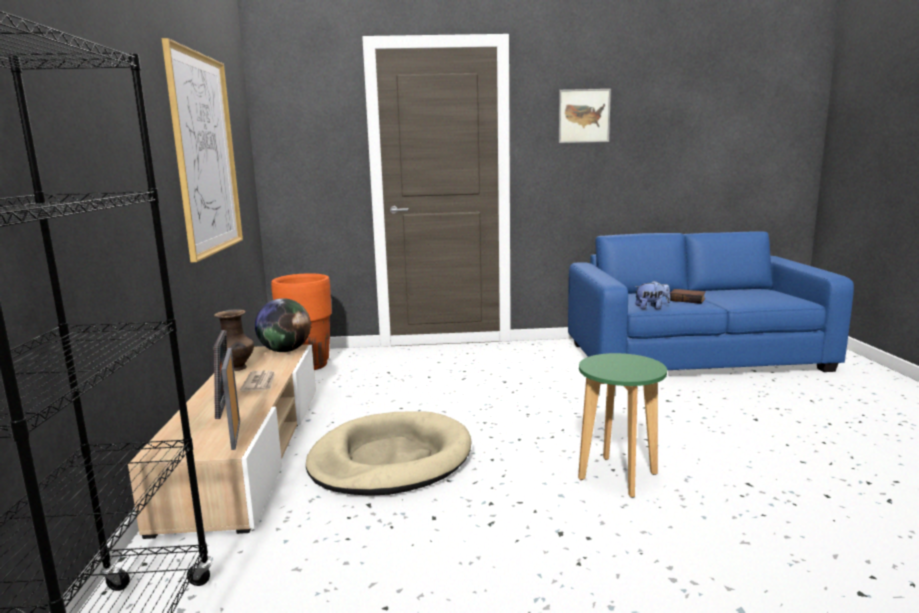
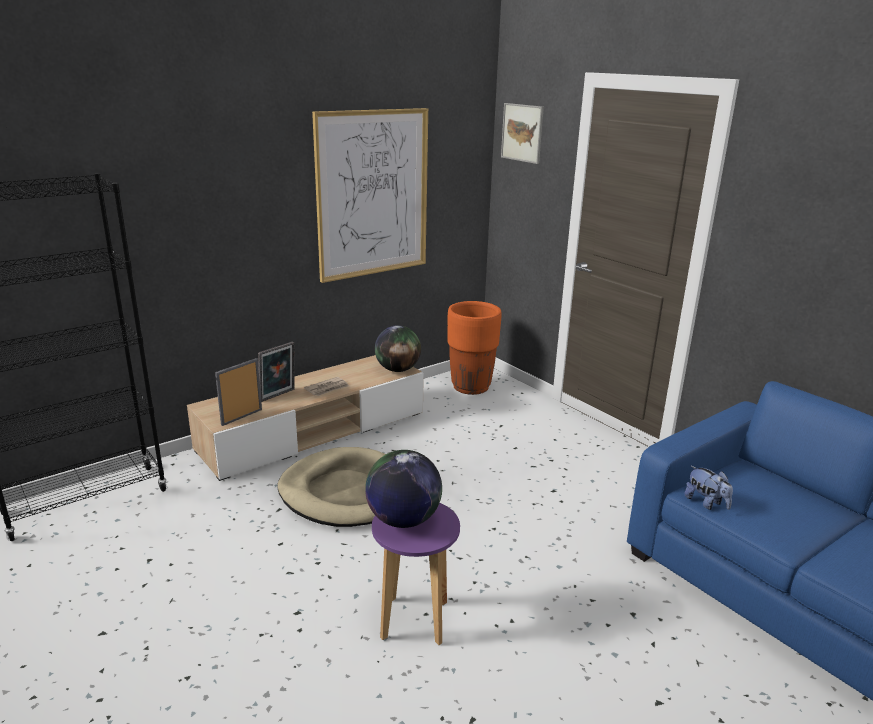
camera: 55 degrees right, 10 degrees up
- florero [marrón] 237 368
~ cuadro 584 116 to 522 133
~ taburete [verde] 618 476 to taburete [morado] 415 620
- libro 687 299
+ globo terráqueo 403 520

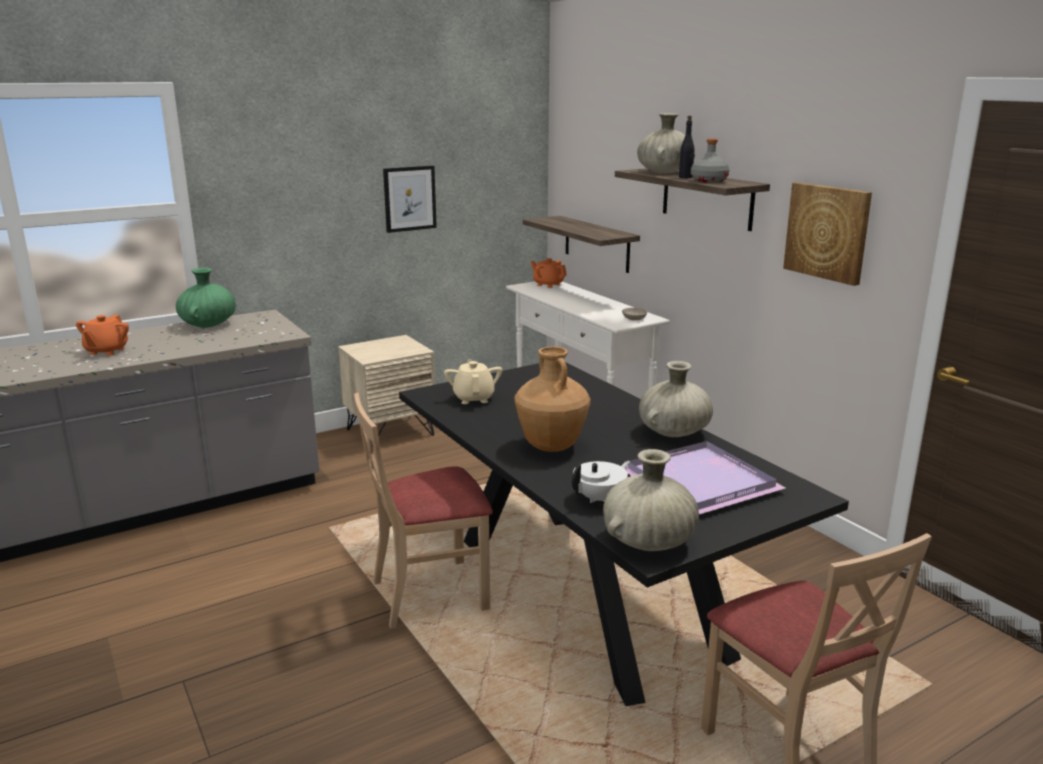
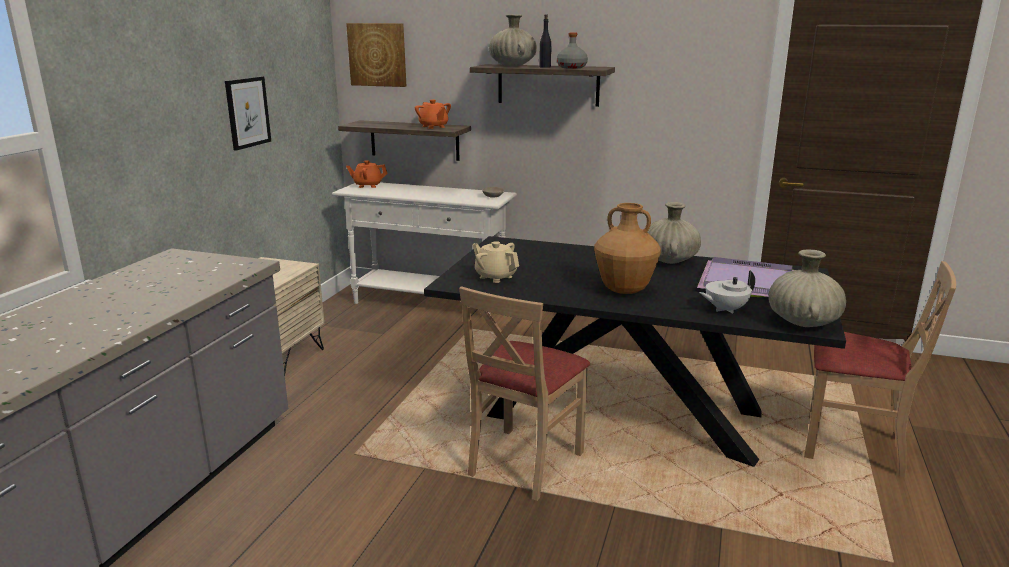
camera: 40 degrees left, 0 degrees up
~ tetera [naranja] 106 351 to 433 127
- florero [verde] 209 325
~ tetera [blanco] 600 498 = 725 309 120 degrees counterclockwise
~ cuadro 827 232 to 377 54

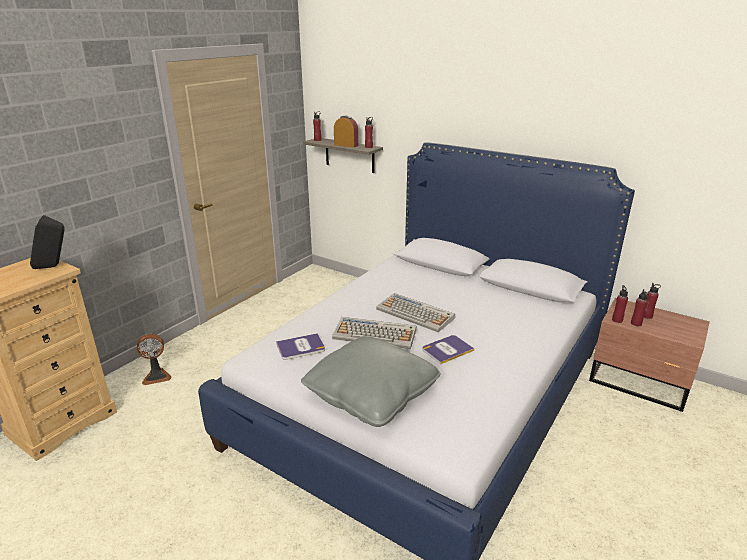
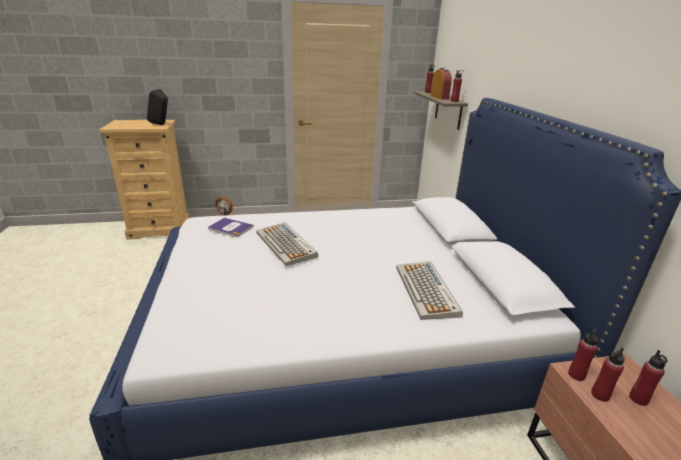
camera: 45 degrees right, 0 degrees up
- cojín [gris] 371 394
~ teclado 416 313 to 427 291
- libro 447 350

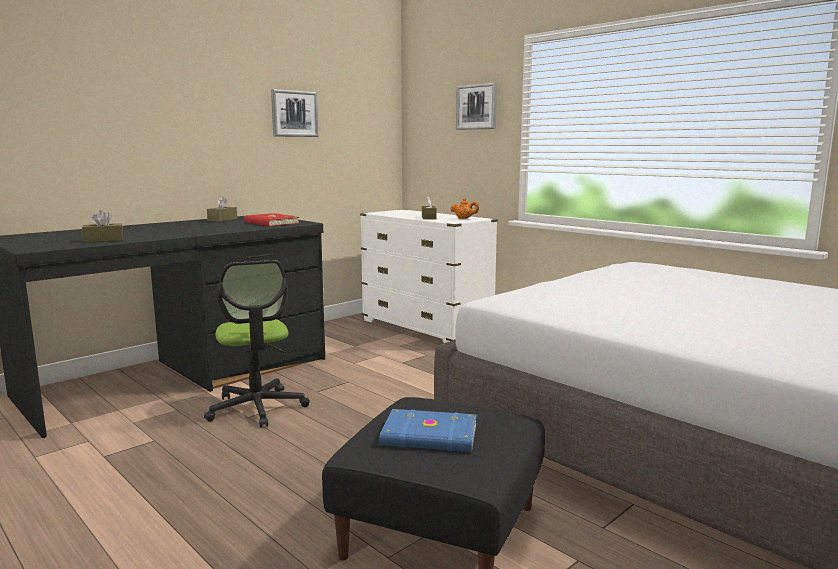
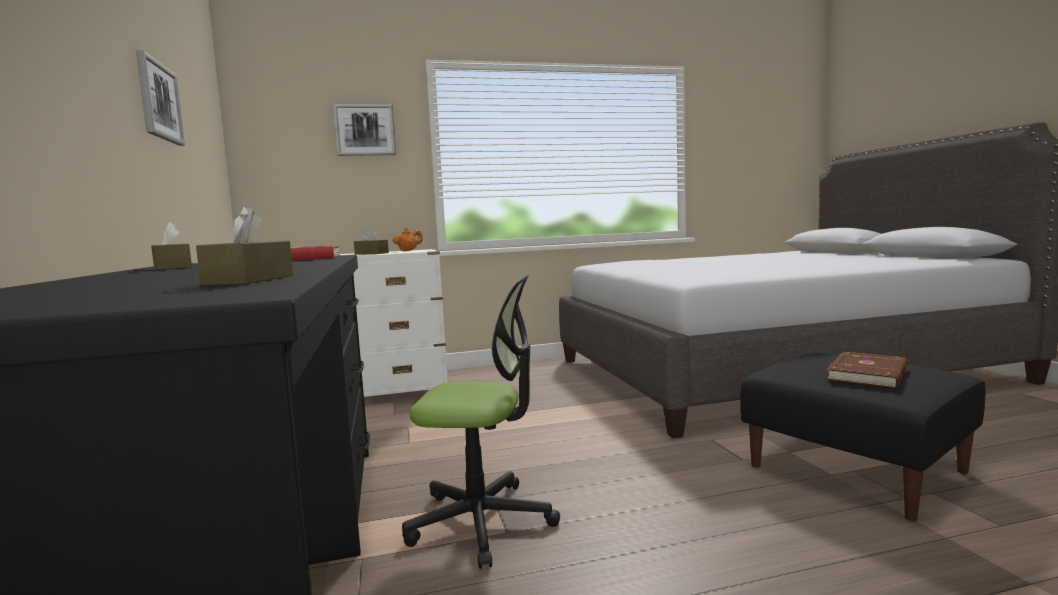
camera: 60 degrees left, 5 degrees down
~ libro [azul] 430 436 to libro [marrón] 869 374

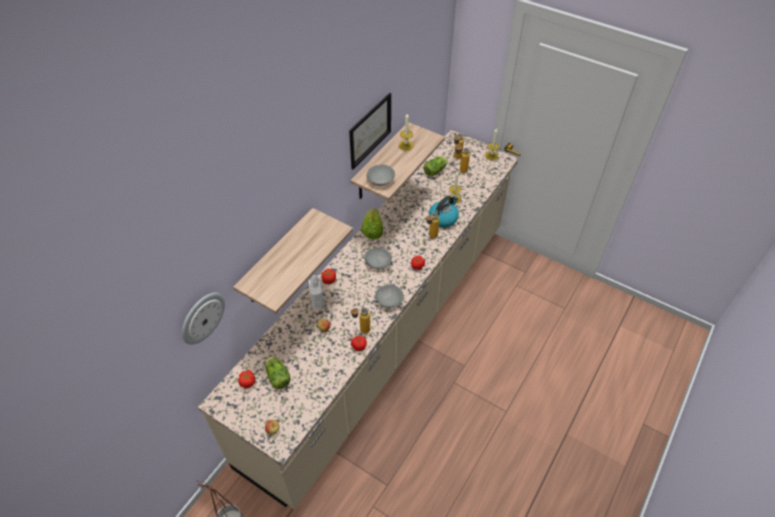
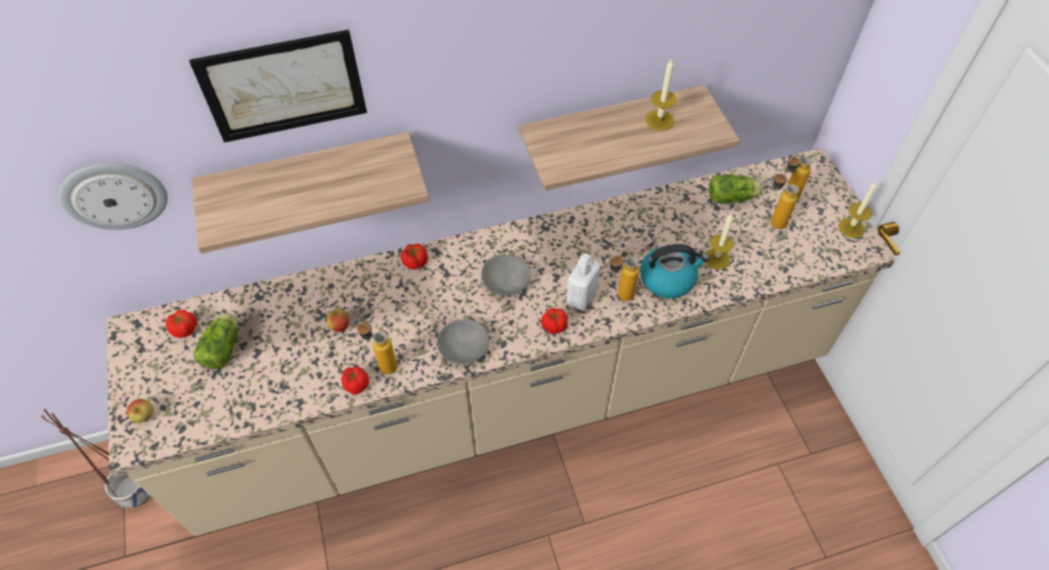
camera: 40 degrees right, 5 degrees up
~ botella [blanco] 317 301 to 581 297
~ cuadro 370 130 to 284 86
- lechuga 372 231
- cuenco [gris] 380 180

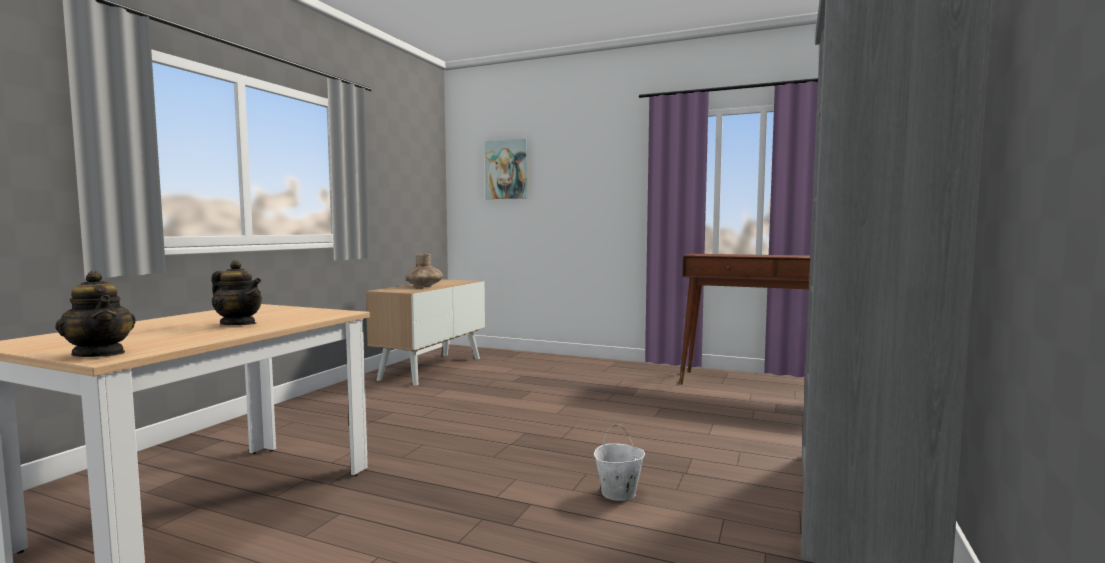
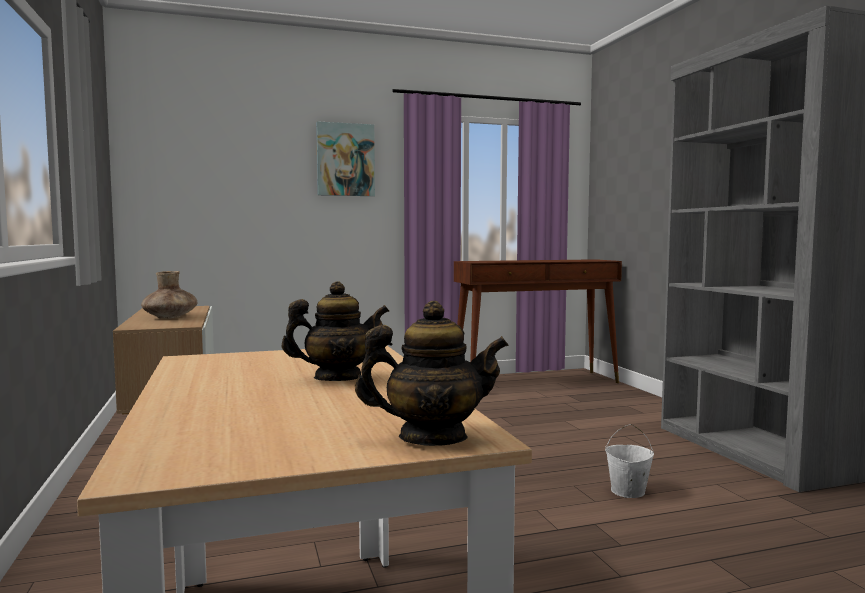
camera: 40 degrees left, 0 degrees up
~ cuadro 507 169 to 345 160

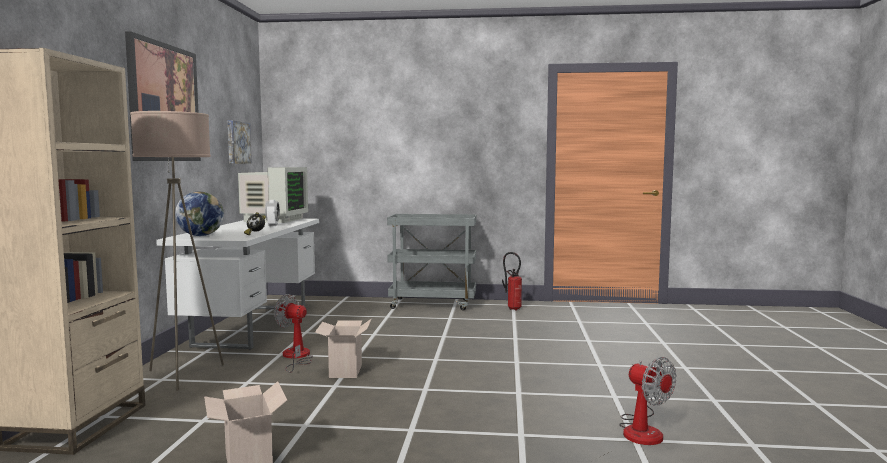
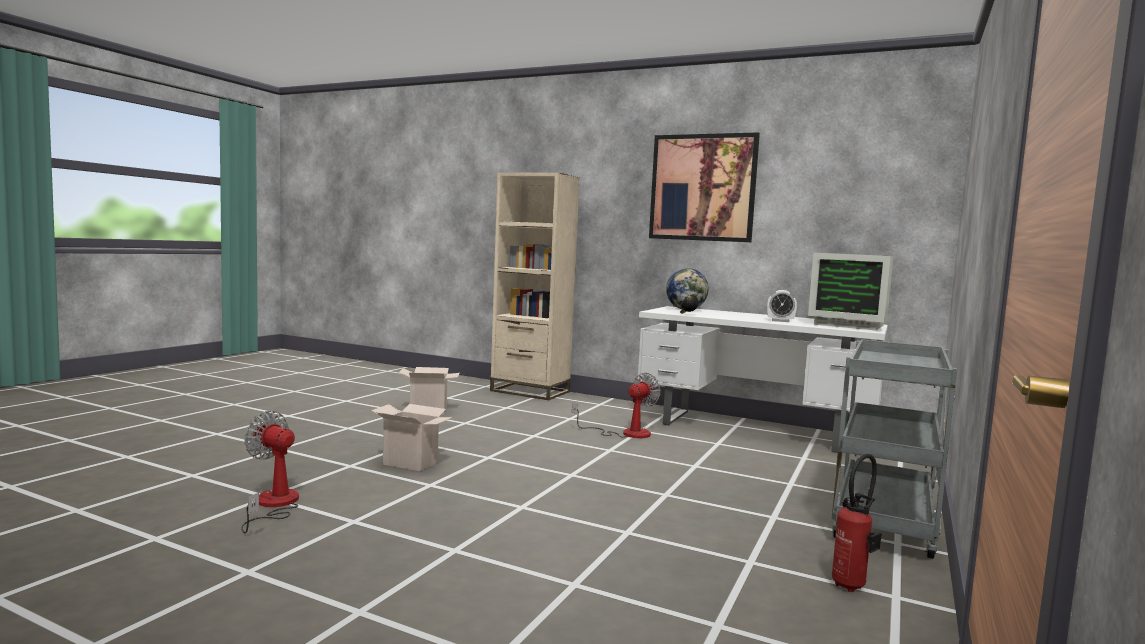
camera: 110 degrees right, 0 degrees up
- lámpara de pie [beis] 183 375
- cuadro 237 142
~ caja de cartón 344 370 to 412 463
~ ventilador 642 429 = 273 505 45 degrees clockwise

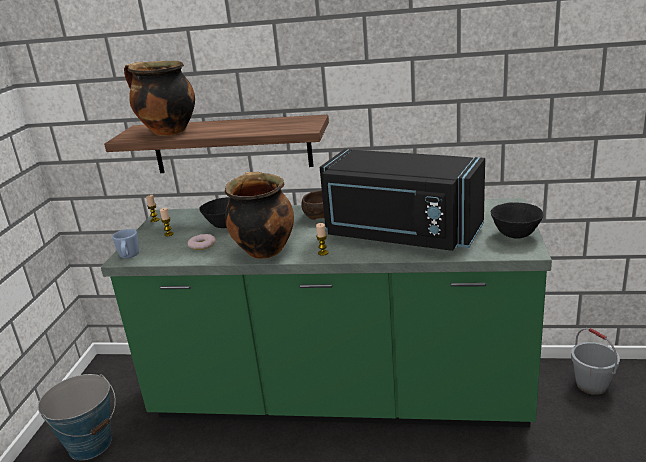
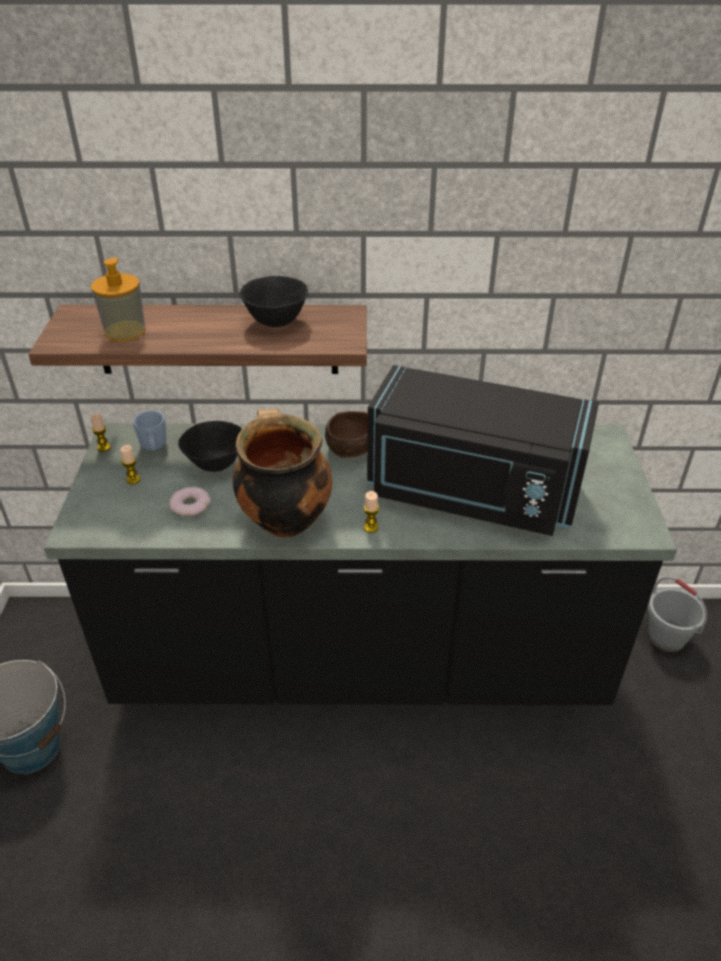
camera: 10 degrees left, 15 degrees up
~ mueble bajo de cocina [verde] 339 397 to mueble bajo de cocina [negro] 360 663
~ taza grande [azul] 129 257 to 154 447
~ olla 167 132 to dispensador de jabón 125 331
~ cuenco [negro] 516 235 to 276 322

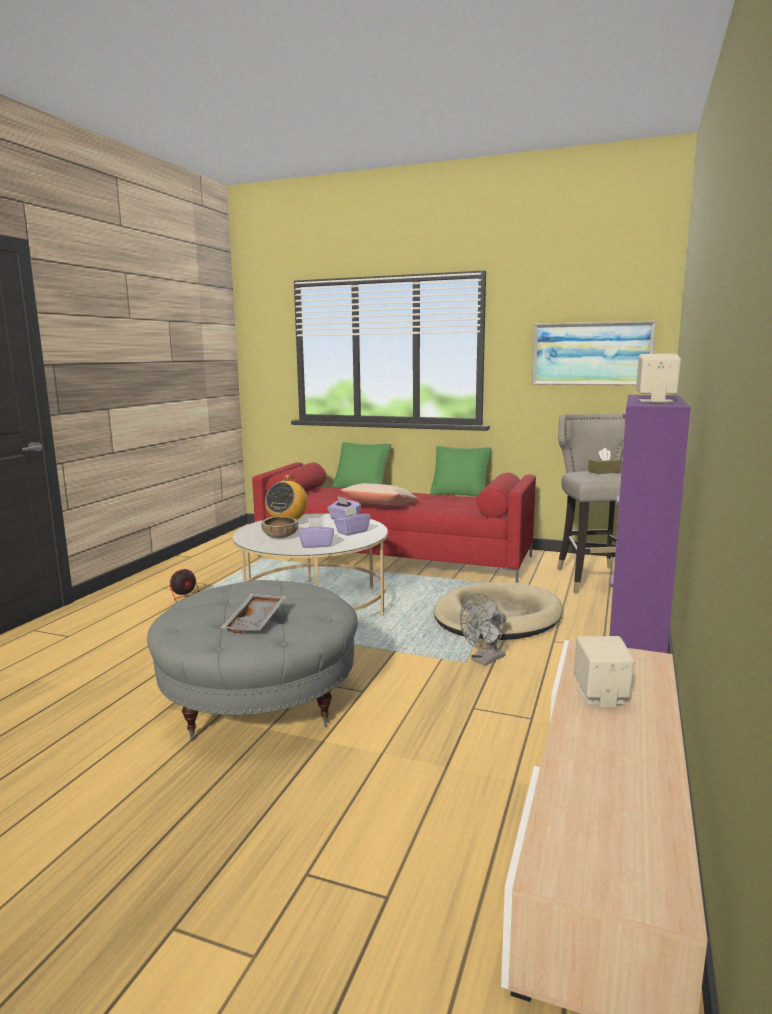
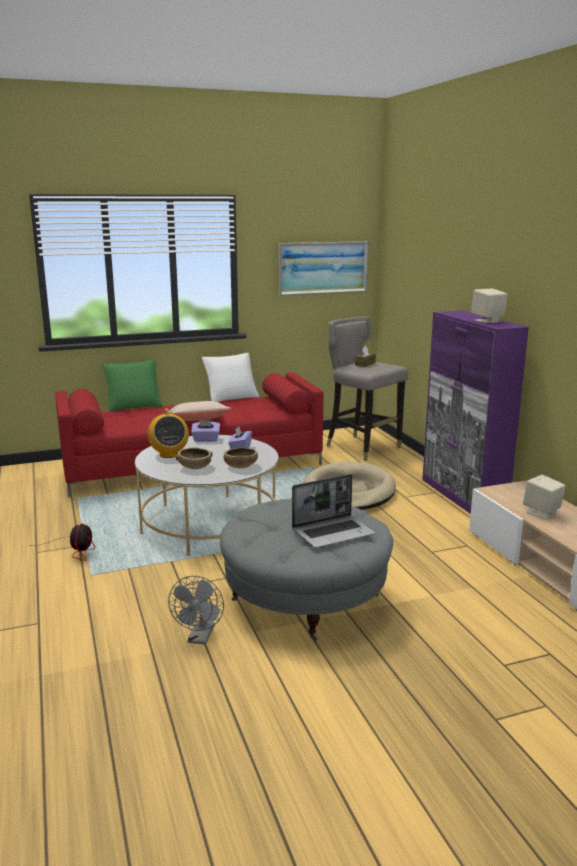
camera: 40 degrees left, 5 degrees up
~ bandeja [gris] 256 621 to portátil 333 532
~ caja de pañuelos [morado] 316 544 to cuenco [marrón] 241 466
~ cojín [verde] 460 493 to cojín [blanco] 231 396
~ ventilador [gris] 484 660 to 200 638

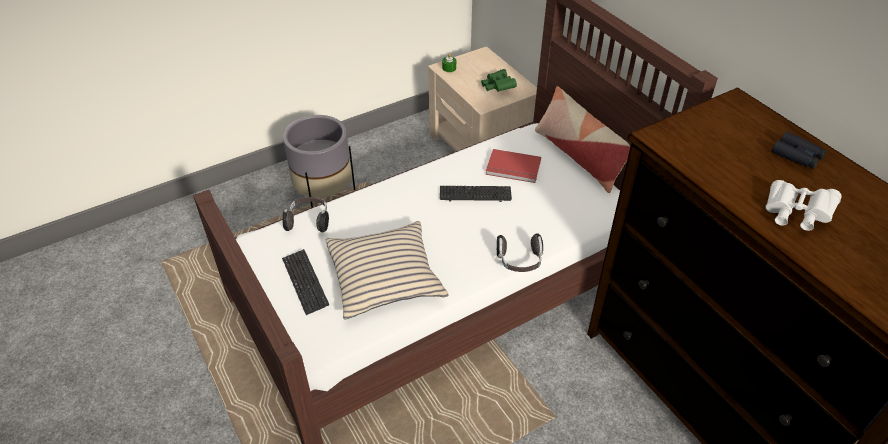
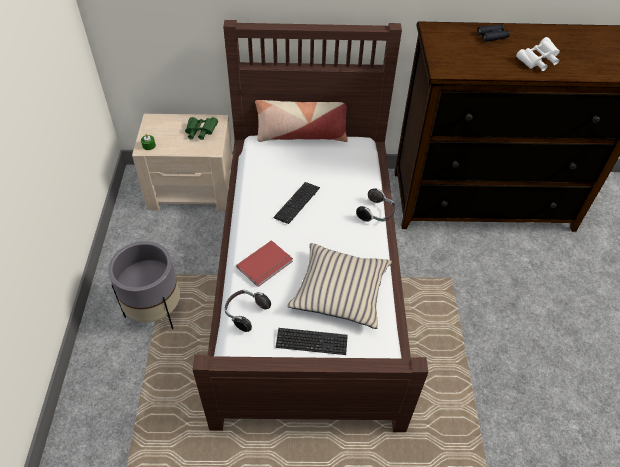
camera: 60 degrees left, 5 degrees up
~ libro [rojo] 513 168 to 266 265

